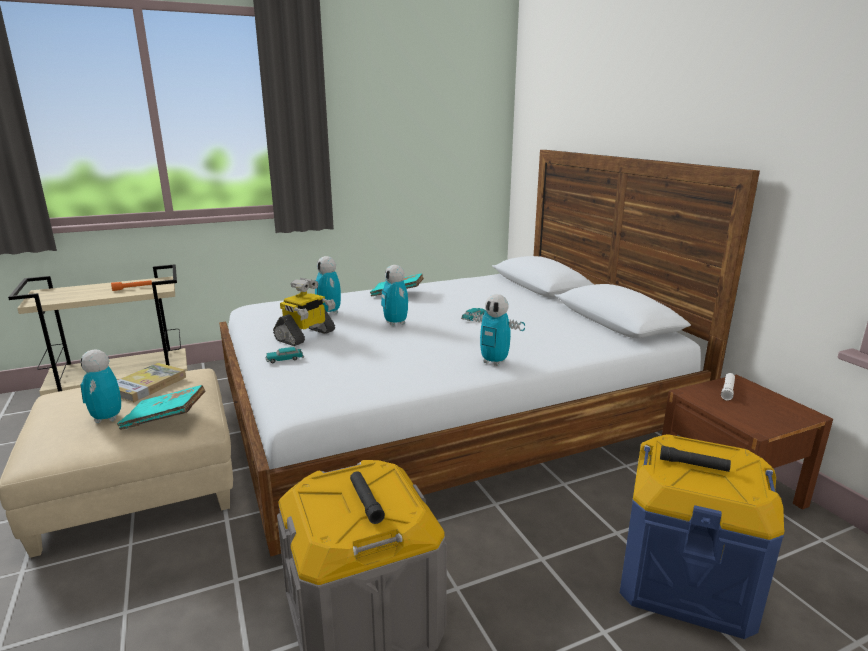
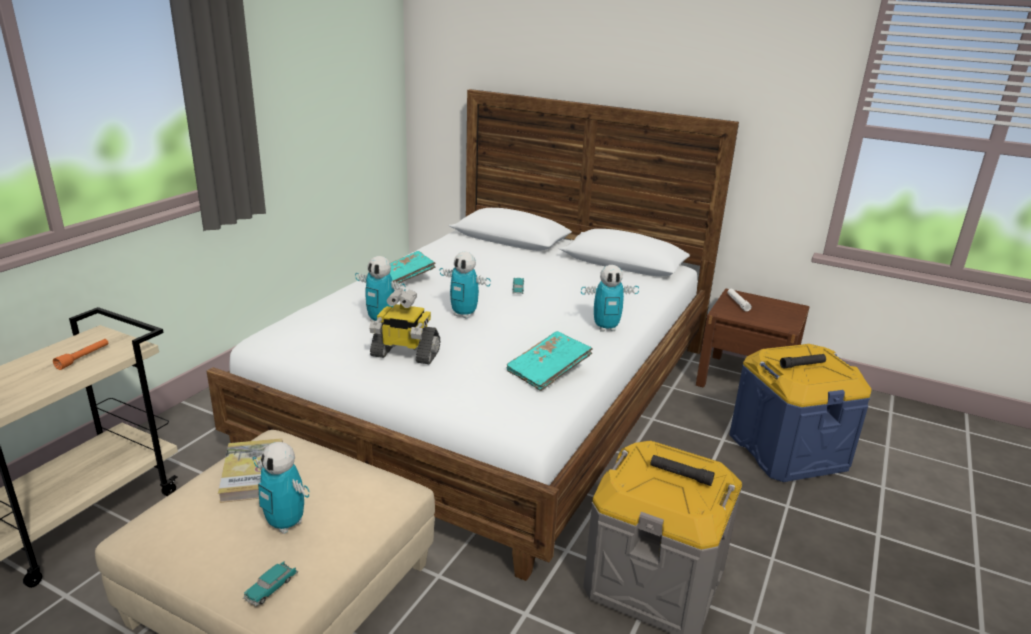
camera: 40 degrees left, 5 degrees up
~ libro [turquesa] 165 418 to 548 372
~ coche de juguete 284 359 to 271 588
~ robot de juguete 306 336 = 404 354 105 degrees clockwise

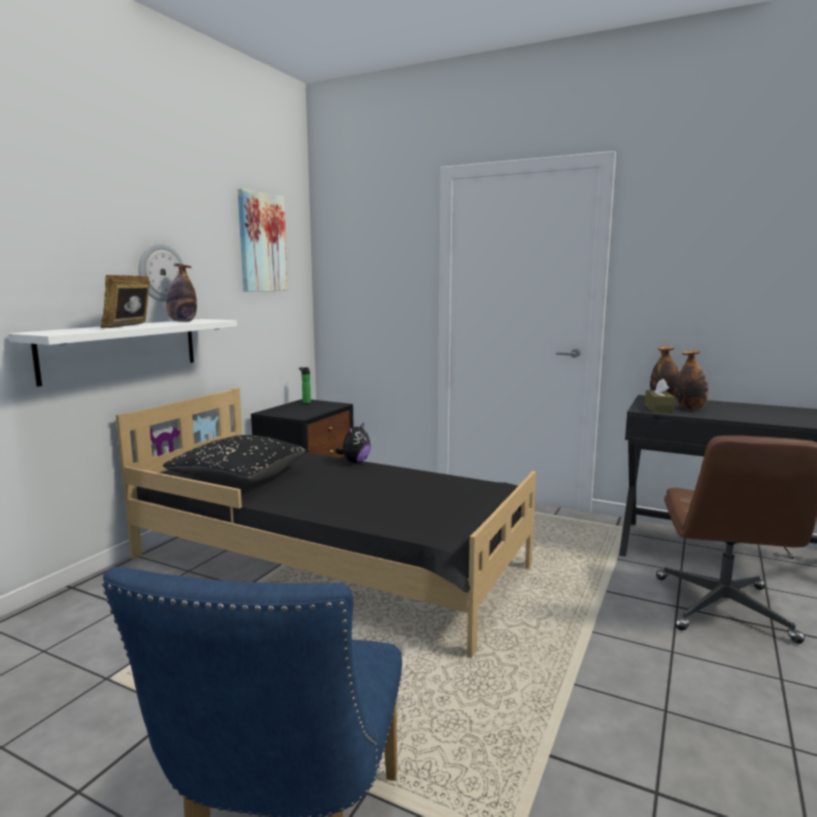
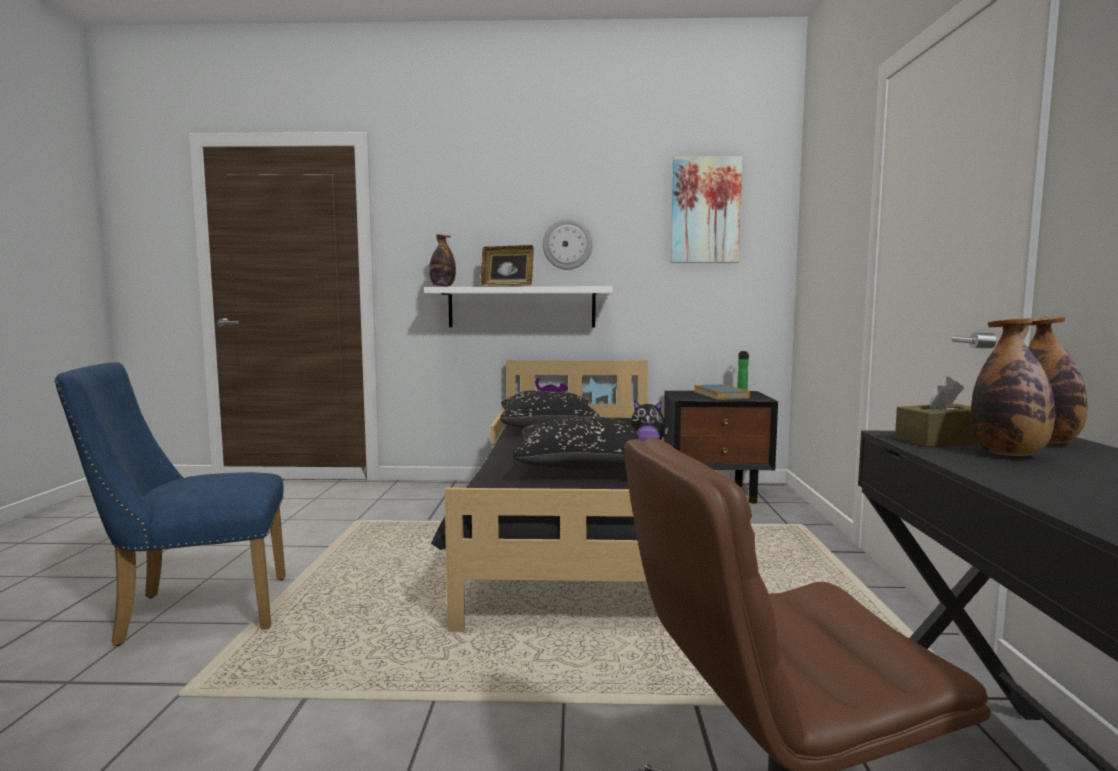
camera: 65 degrees right, 5 degrees down
~ portarretratos 130 326 = 507 286 150 degrees counterclockwise
~ botella 182 321 to 442 286
+ cojín [negro] 579 468
+ libro 721 395

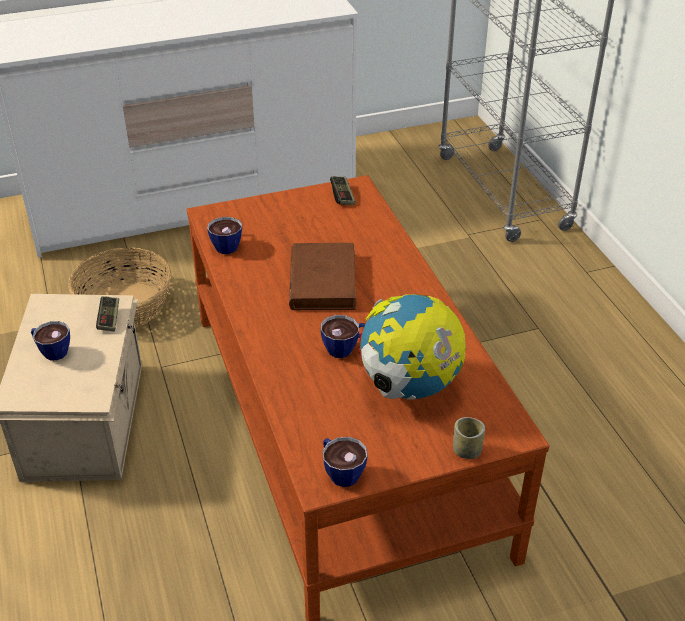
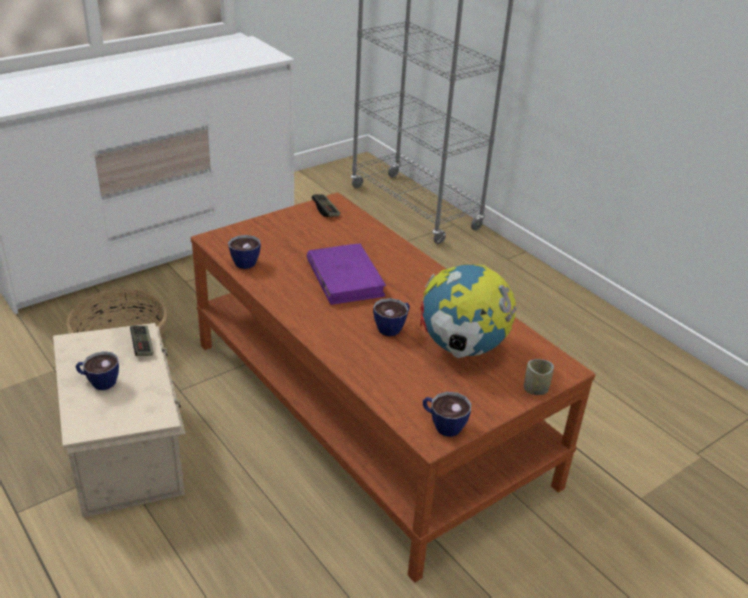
camera: 20 degrees left, 5 degrees down
~ libro [marrón] 323 280 to libro [morado] 345 278

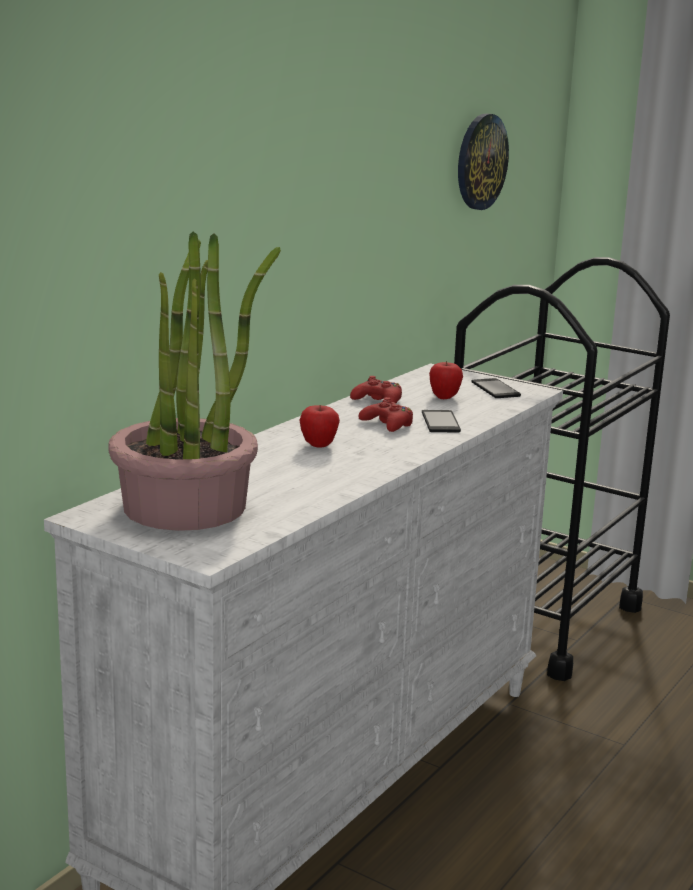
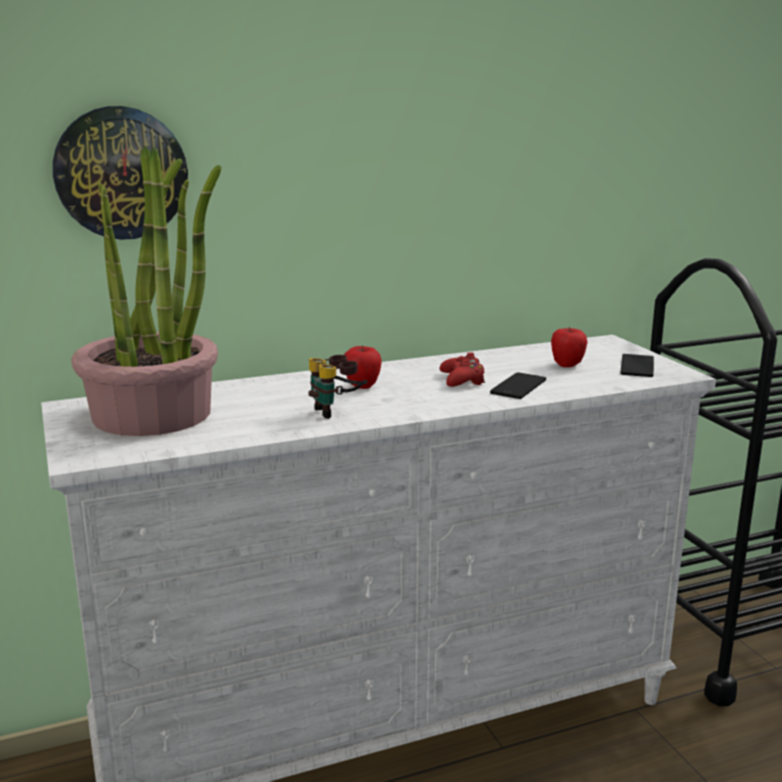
camera: 35 degrees right, 0 degrees up
- mando de consola [rojo] 378 401
~ reloj de pared 480 161 to 121 173
+ prismáticos 337 411

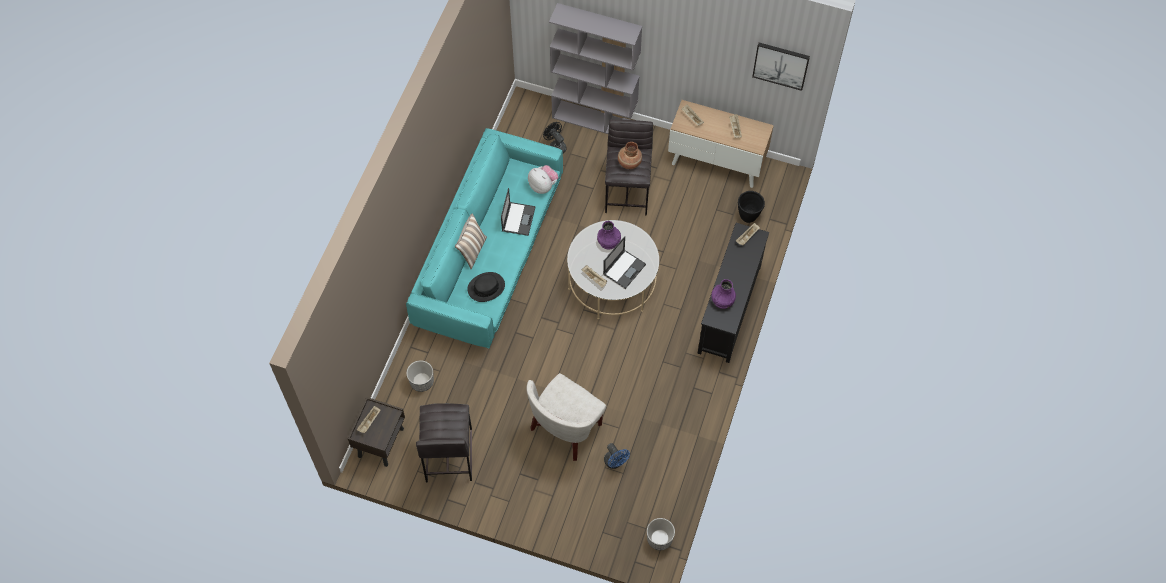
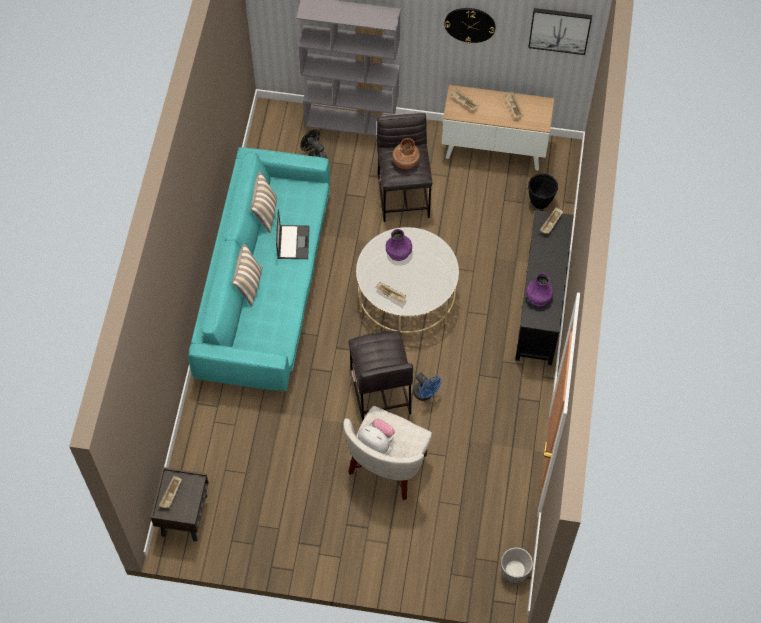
camera: 10 degrees left, 0 degrees up
- maceta 421 381
~ taburete [gris] 448 455 to 379 392
- sombrero [negro] 486 287
~ peluche 543 186 to 376 443
- portátil 624 269
~ ventilador [azul] 615 462 to 425 394
+ cojín 265 213
+ reloj de pared 470 24

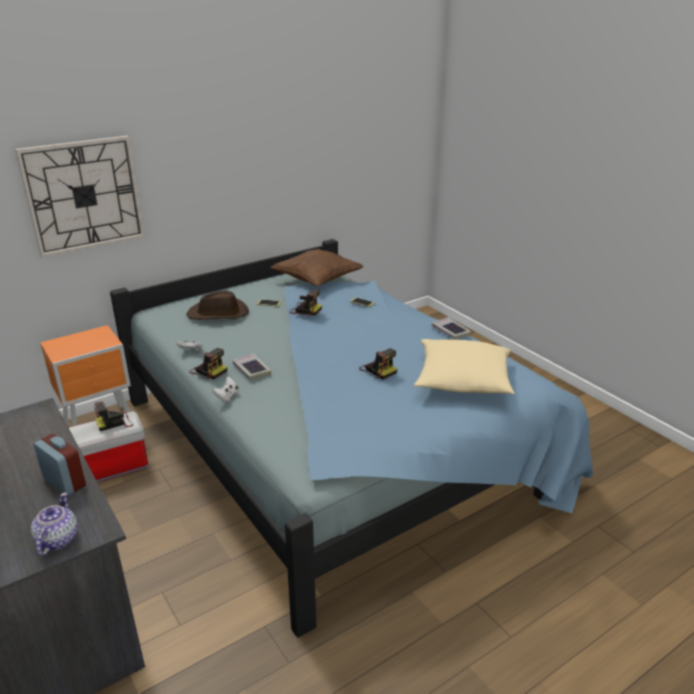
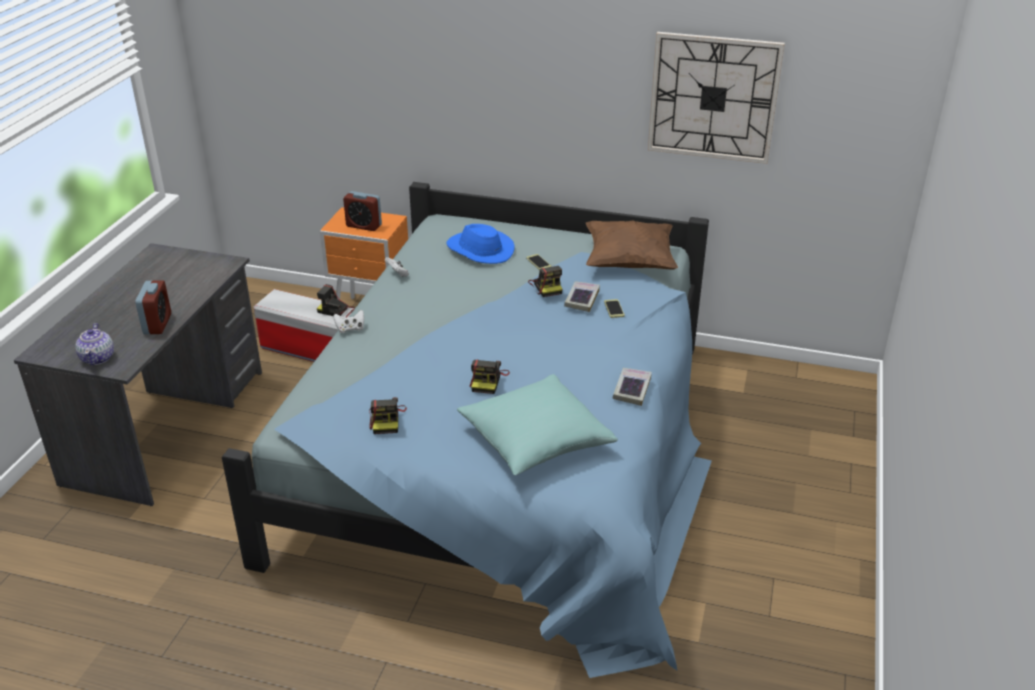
camera: 50 degrees right, 5 degrees up
~ reloj de pared 84 195 to 713 97
~ tetera 57 540 = 98 358 120 degrees clockwise
~ sombrero [marrón] 218 314 to sombrero [azul] 479 250
~ cámara 208 370 to 386 420
~ libro 251 370 to 581 299
~ cojín [beis] 463 380 to cojín [turquesa] 535 440
+ despertador 364 226

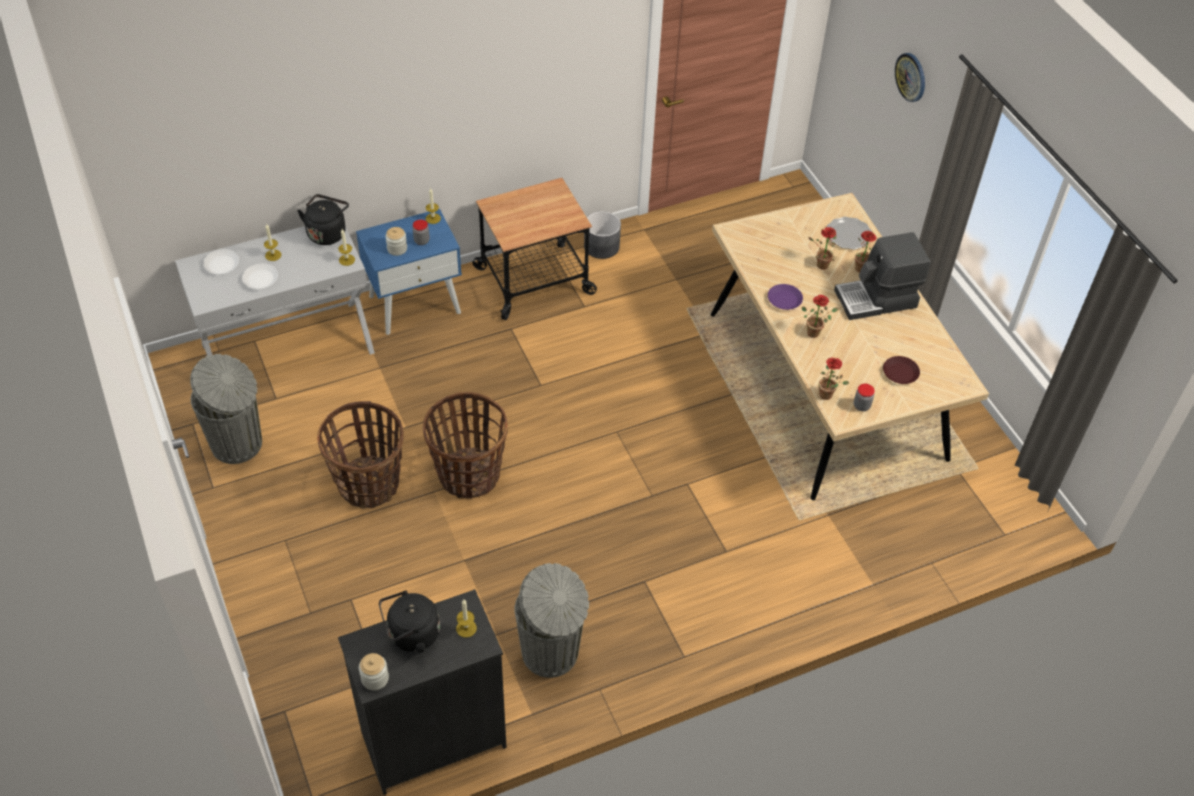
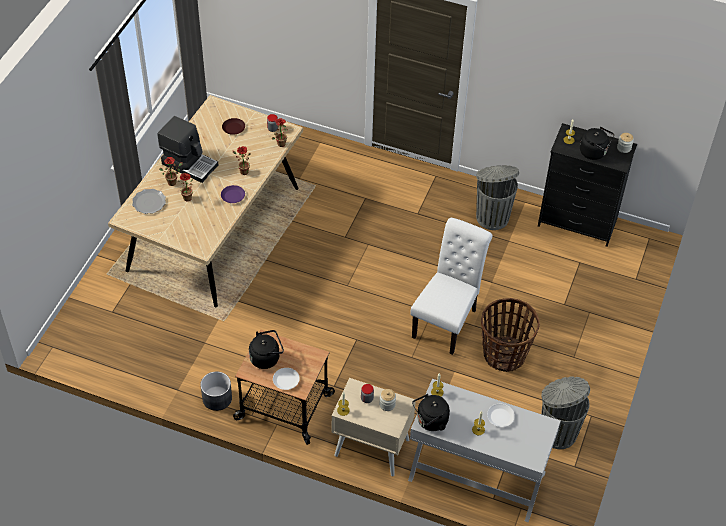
camera: 135 degrees left, 0 degrees up
~ plato [blanco] 221 265 to 286 380
~ mesita de noche [azul] 415 304 to mesita de noche [beis] 371 447
~ cesta 468 474 to silla [blanco] 447 320
- reloj de pared 911 77
+ hervidor [negro] 266 358

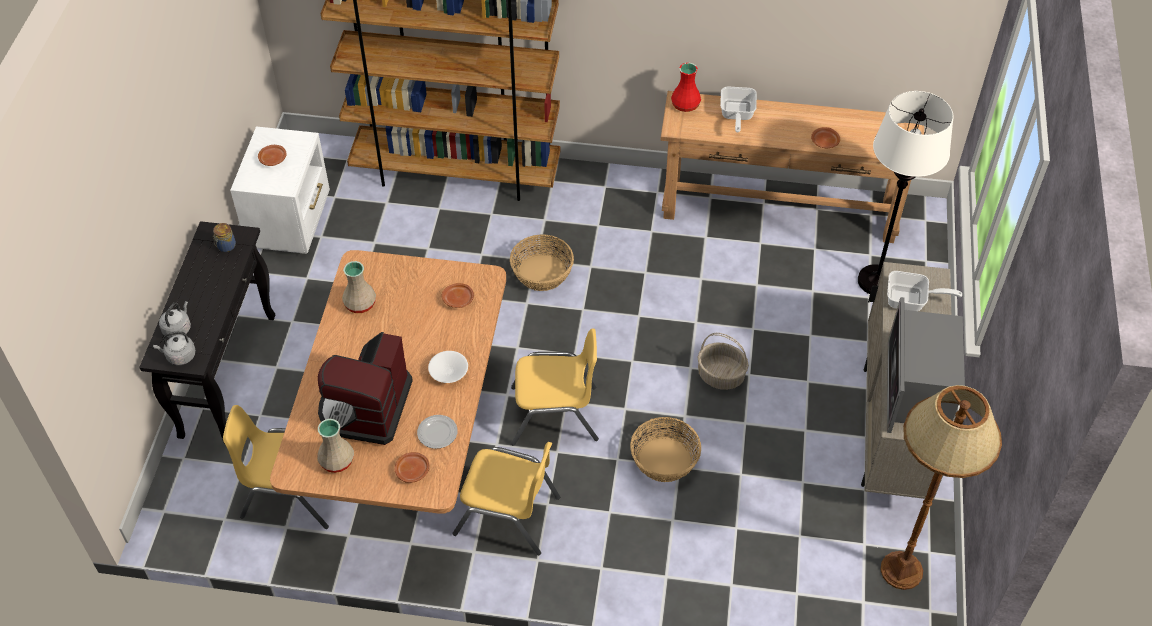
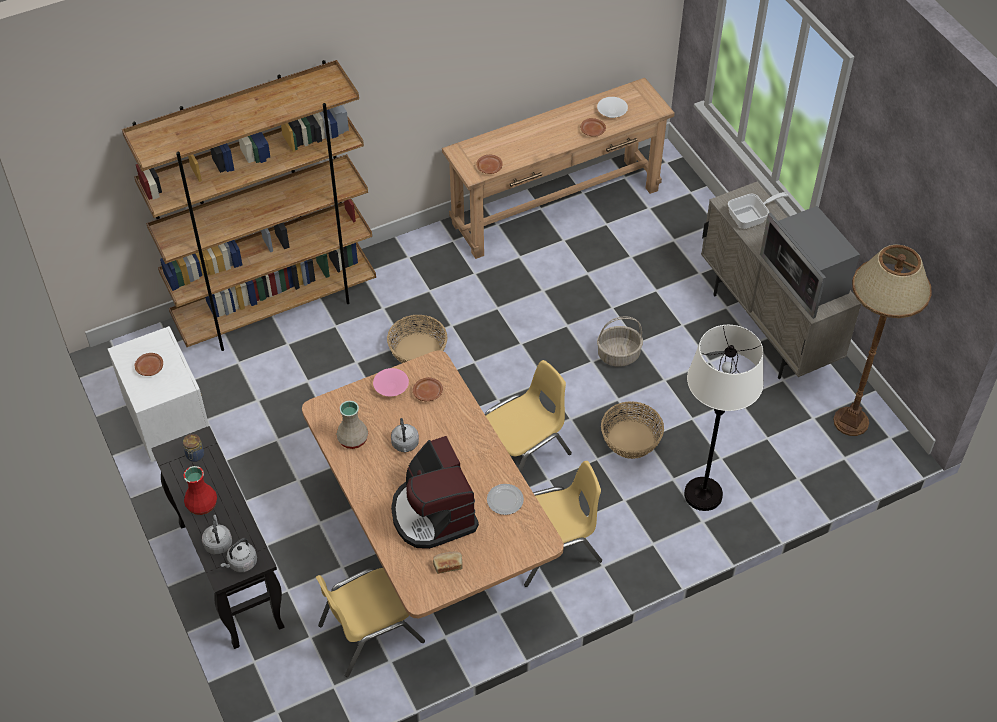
camera: 35 degrees left, 0 degrees up
~ florero [beis] 337 460 to pan 448 565
~ plato [marrón] 412 470 to 489 167
~ cuenco [blanco] 449 372 to 612 112
~ florero [rojo] 686 104 to 202 503
- sartén 736 115
~ lámpara de pie [blanco] 876 281 to 703 495
+ cuenco [rosa] 391 387
+ hervidor [gris] 405 445

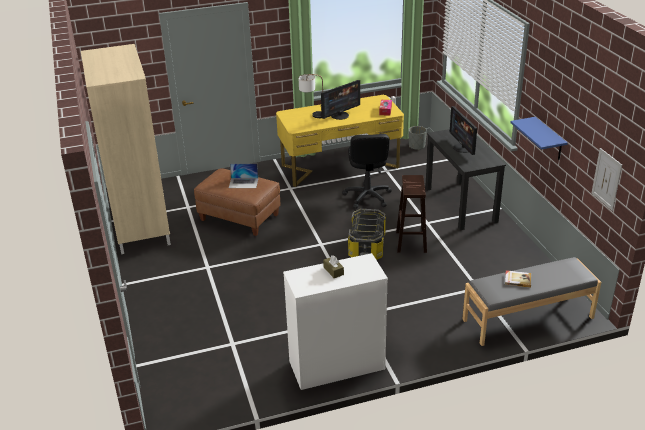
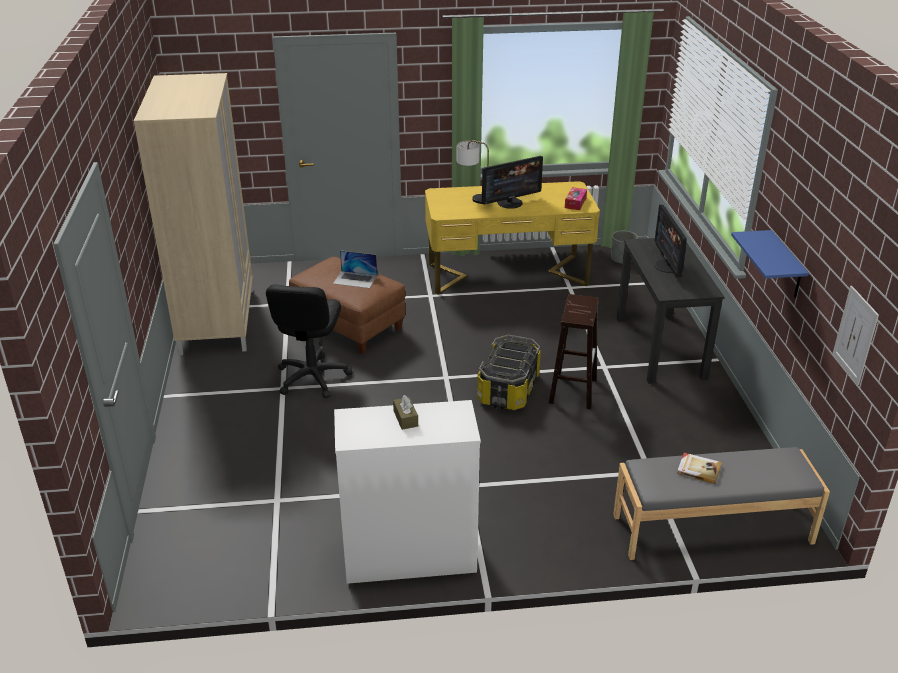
camera: 10 degrees right, 0 degrees up
~ silla de oficina [negro] 367 197 to 312 377

